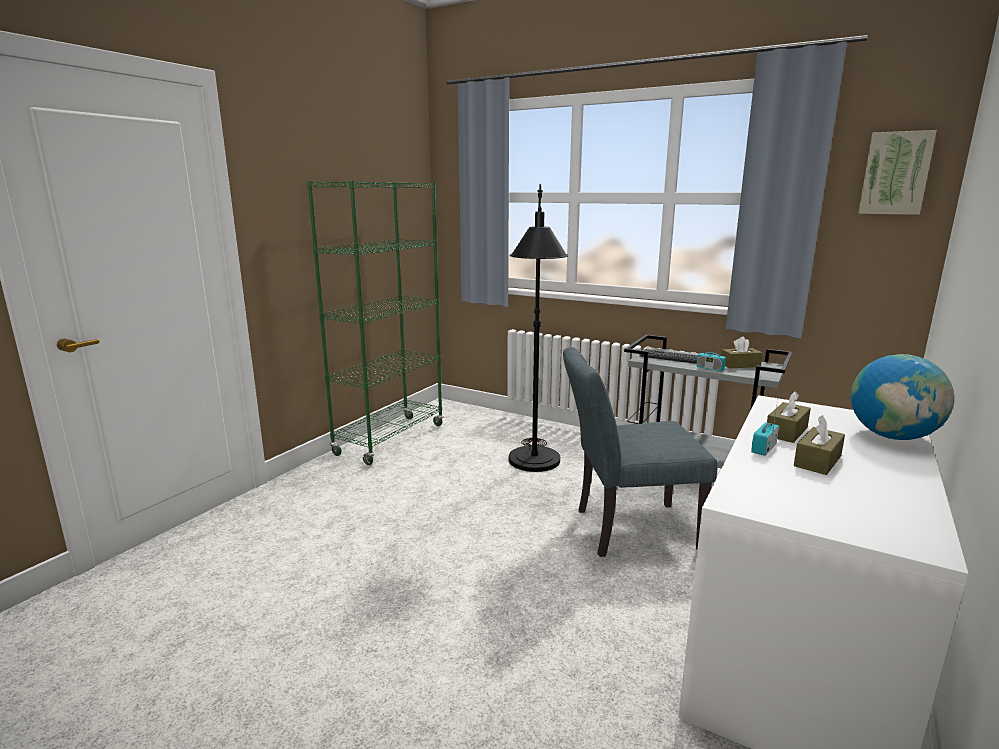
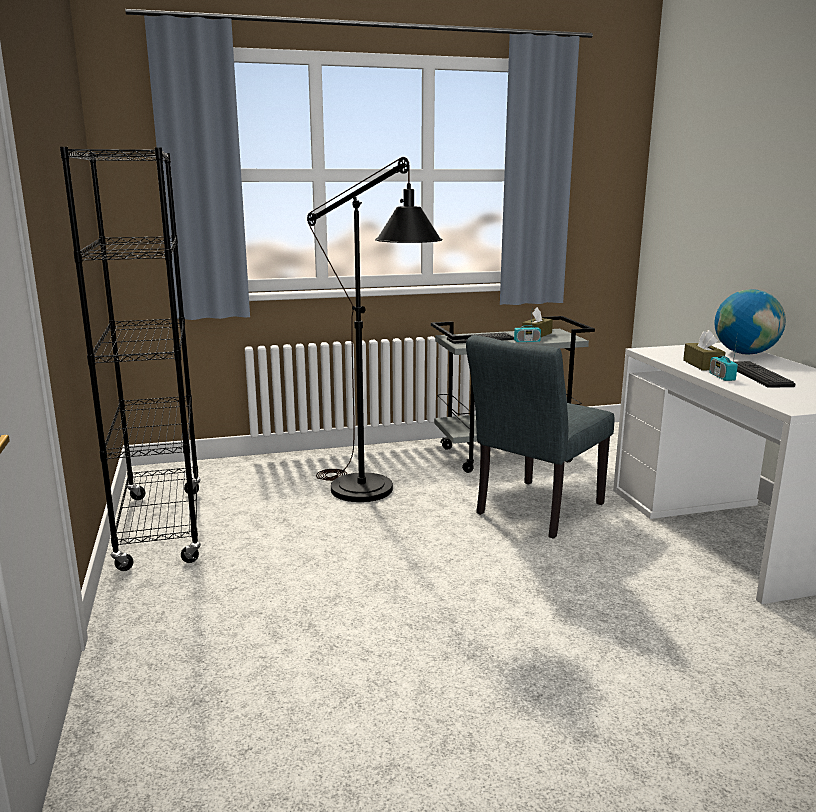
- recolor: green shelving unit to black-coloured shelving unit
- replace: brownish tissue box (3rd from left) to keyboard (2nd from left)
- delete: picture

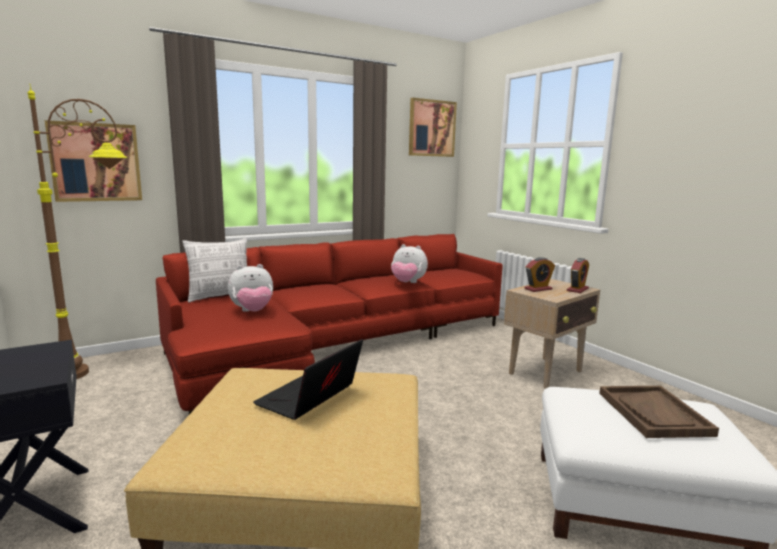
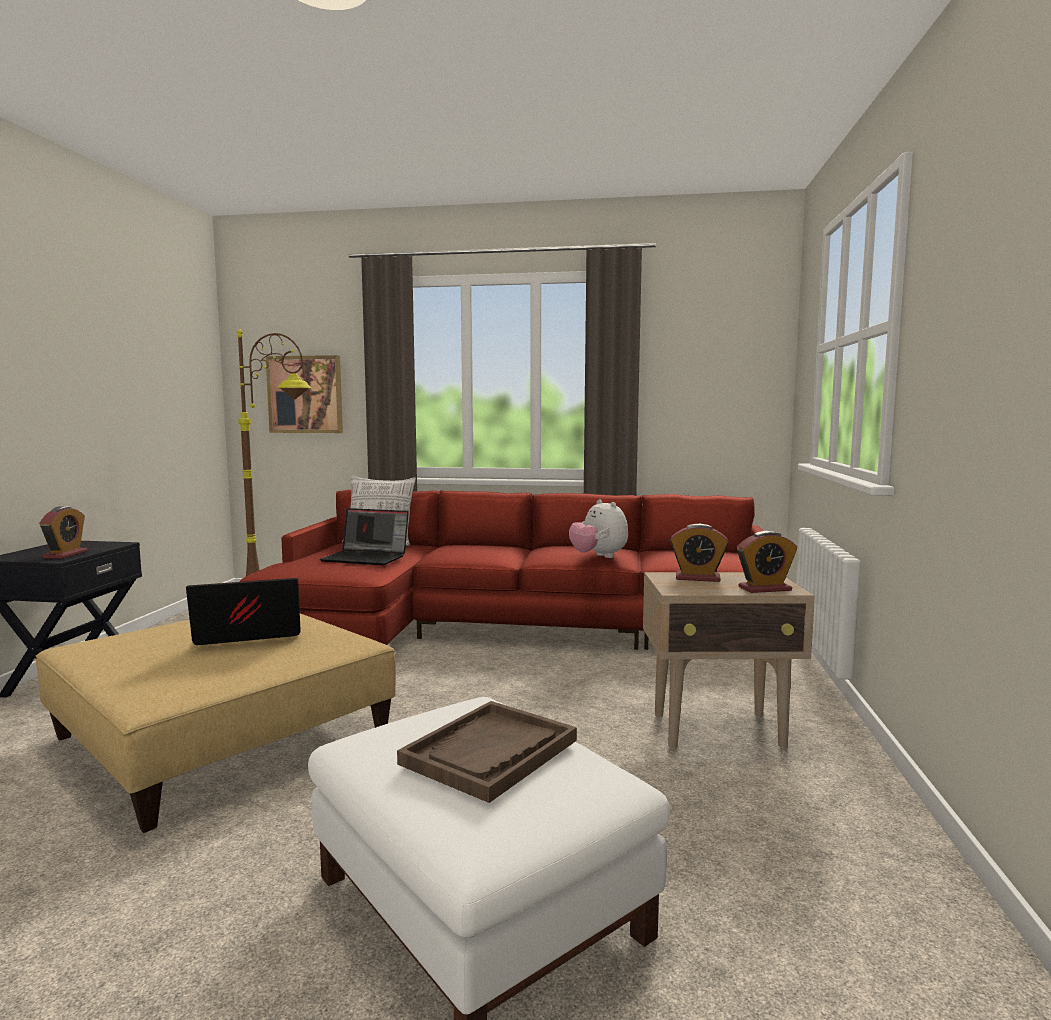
- insert: alarm clock (1st from left)
- replace: plush toy (1st from left) to notebook computer (2nd from left)
- delete: picture (2nd from left)

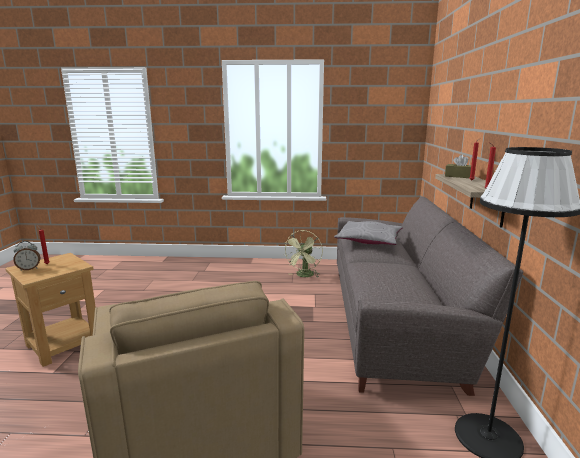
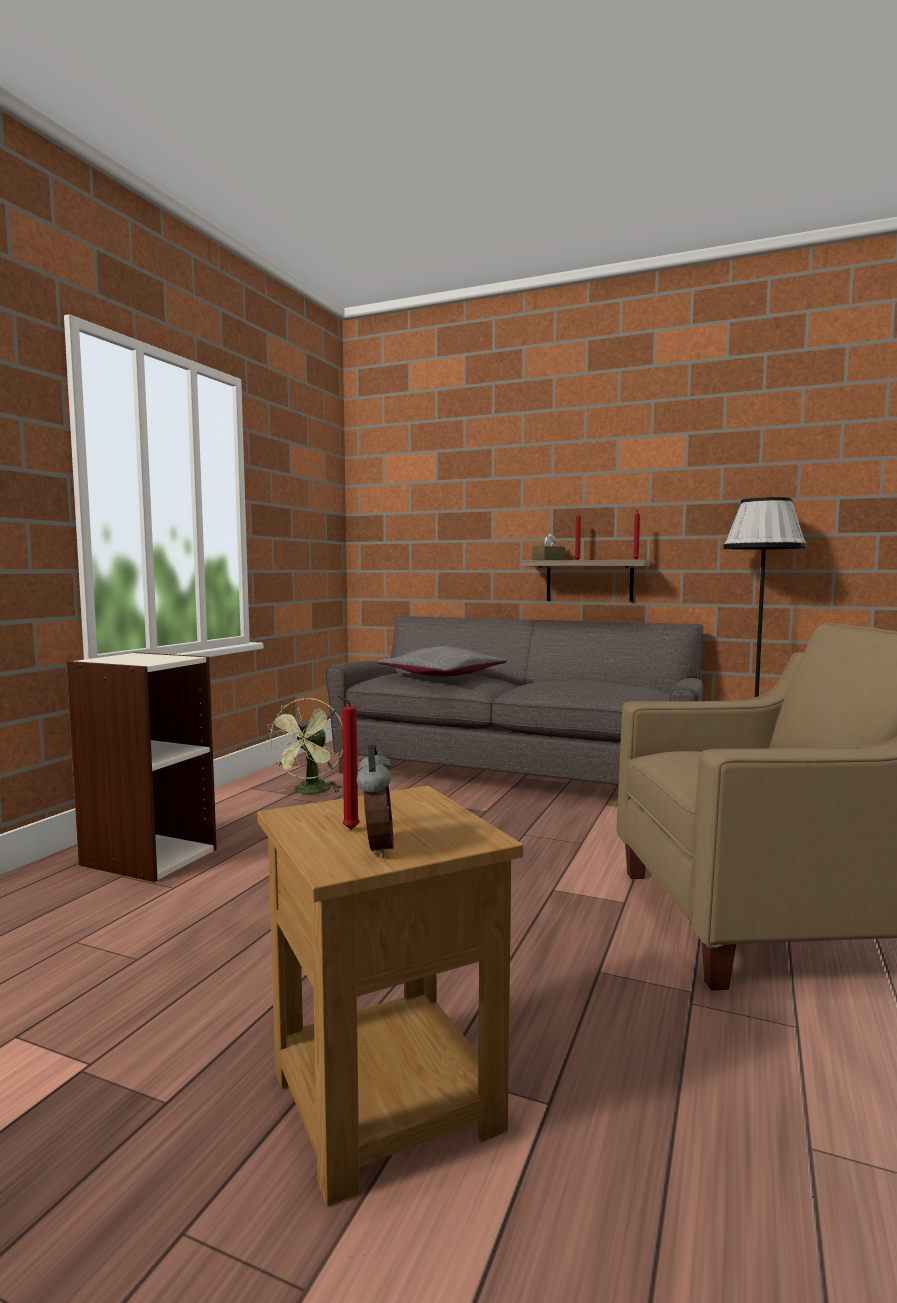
- insert: shelving unit
- rotate: green cooling fan 60 degrees clockwise

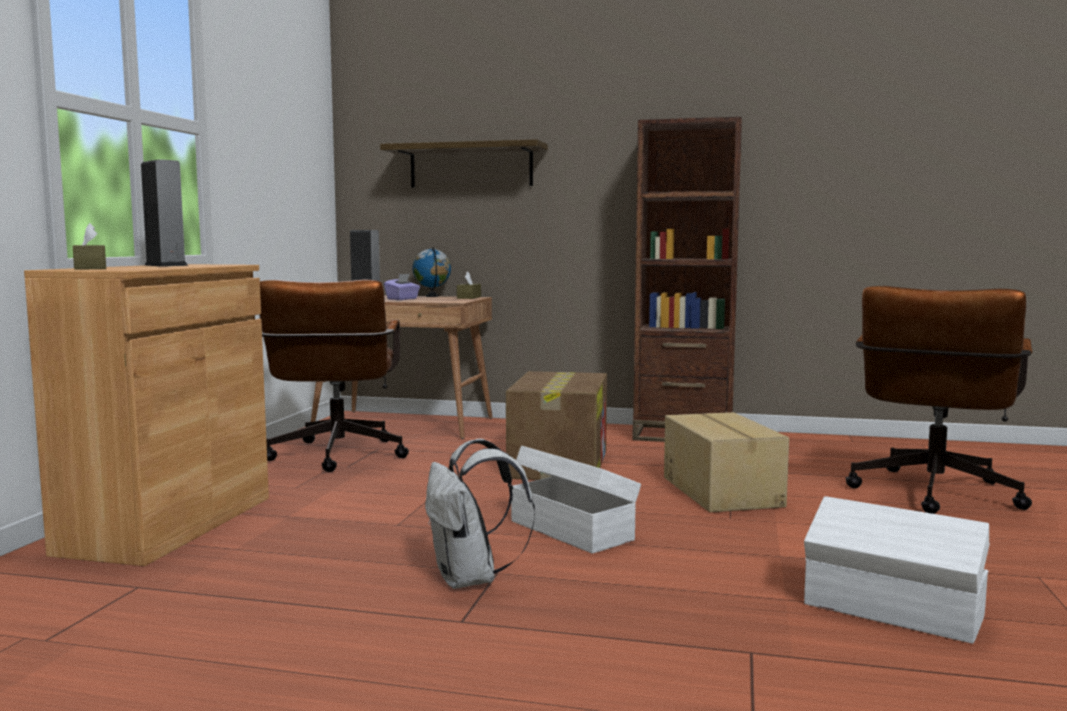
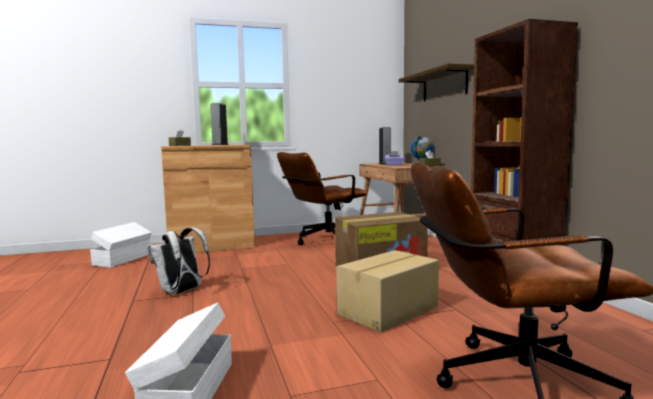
- move: white-coloured storage container (1st from left)

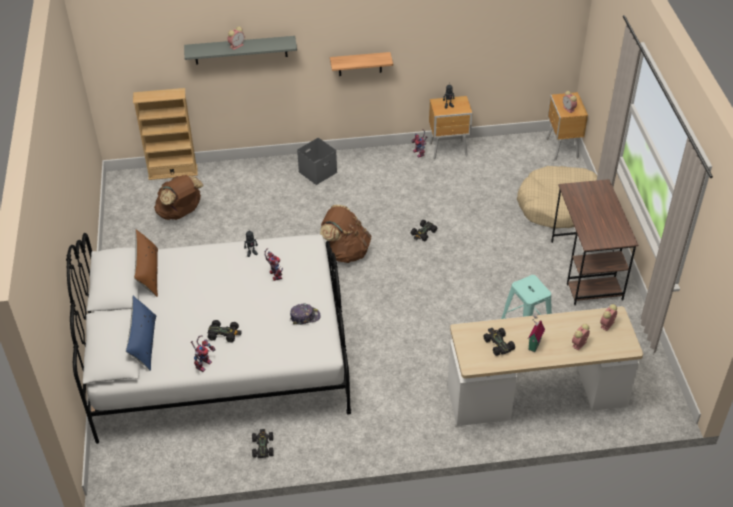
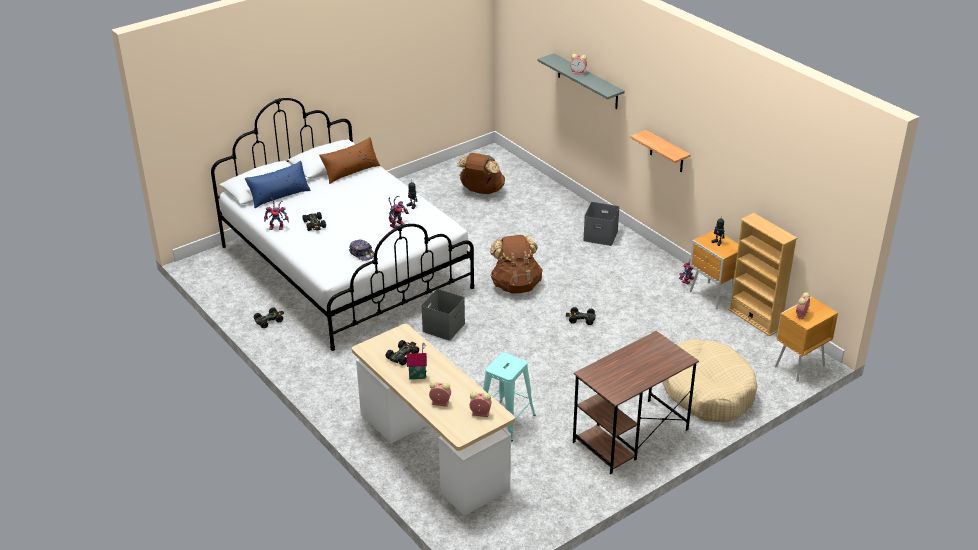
- insert: gray storage container (1st from left)
- move: sand-coloured shelving unit

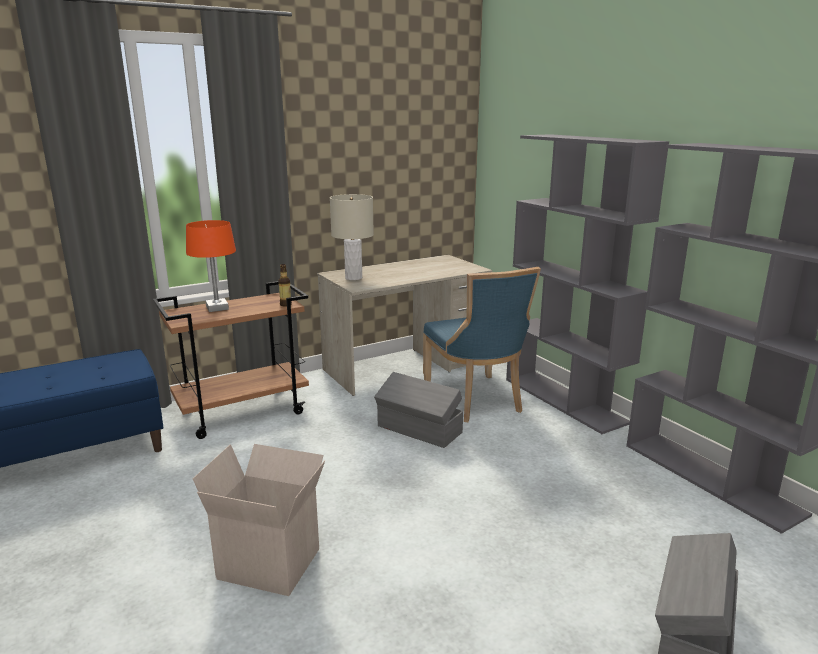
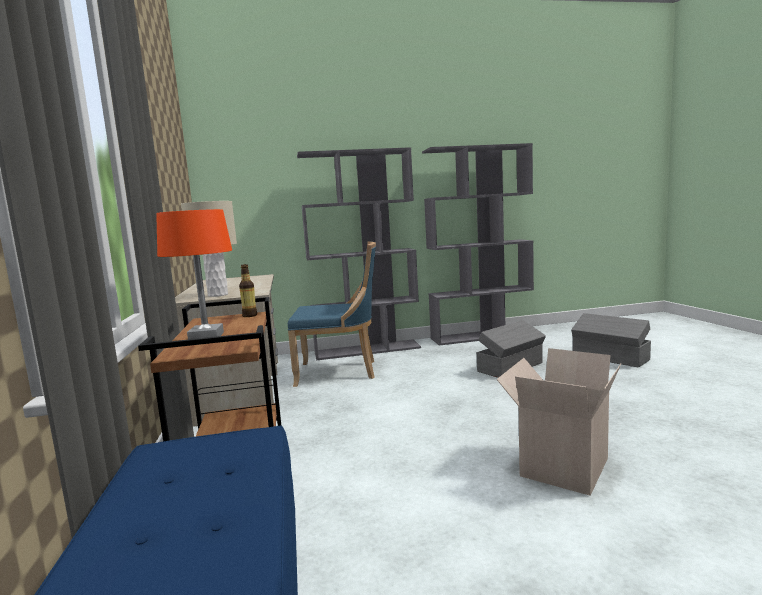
- move: gray storage container (1st from left)

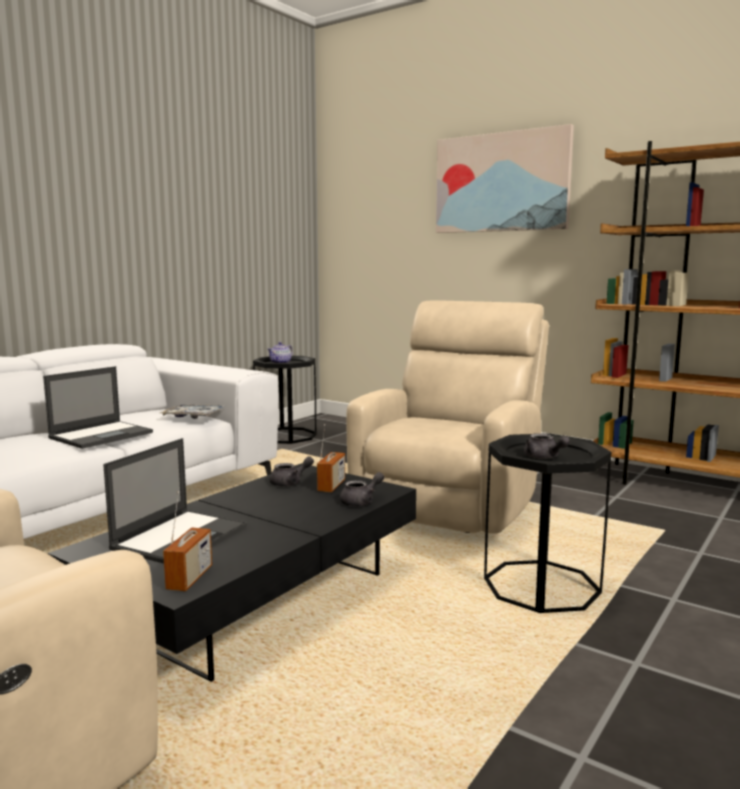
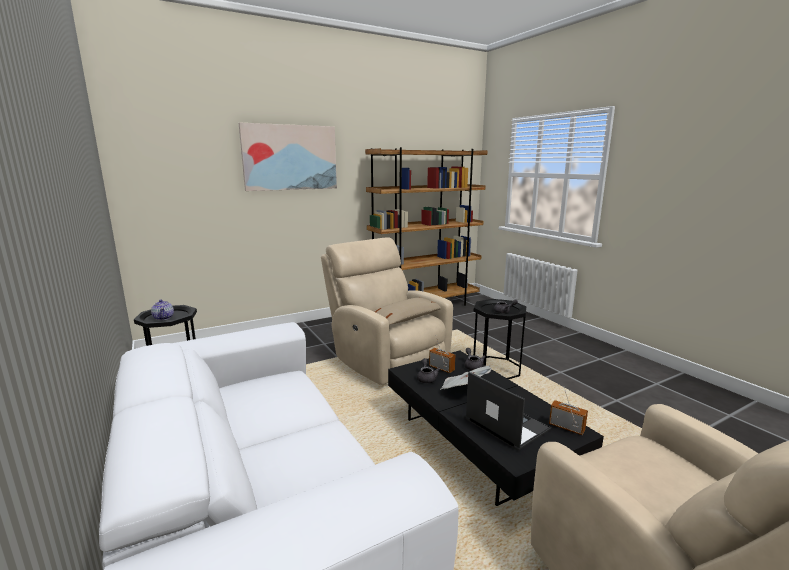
- insert: sand-coloured cushion
- insert: printed paper
- delete: notebook computer (1st from left)
- delete: tray

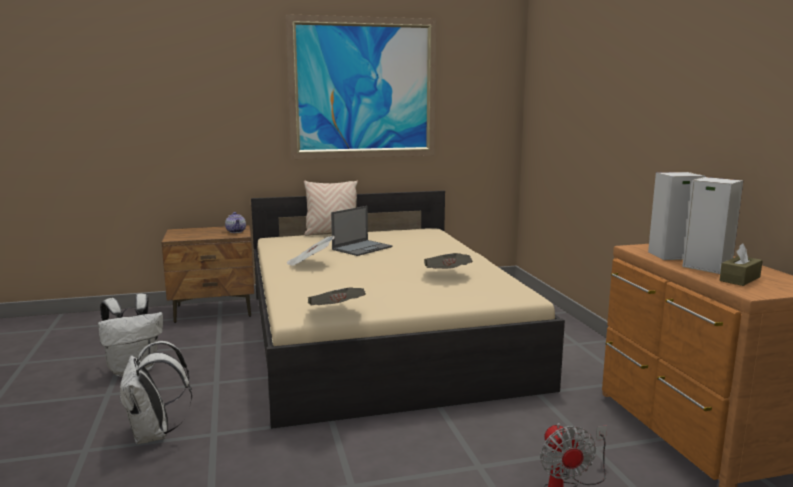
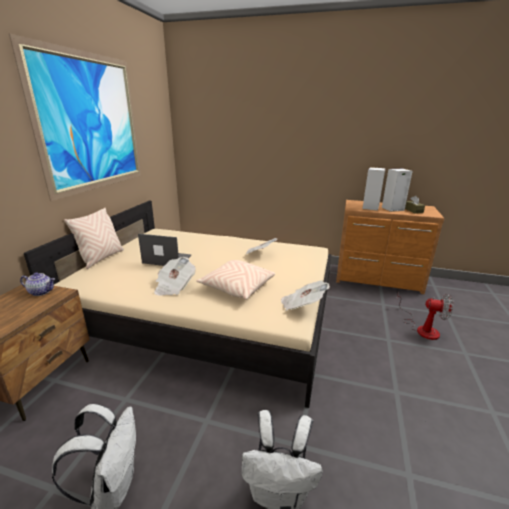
- rotate: notebook computer 60 degrees counterclockwise
- insert: sand-coloured cushion (2nd from left)

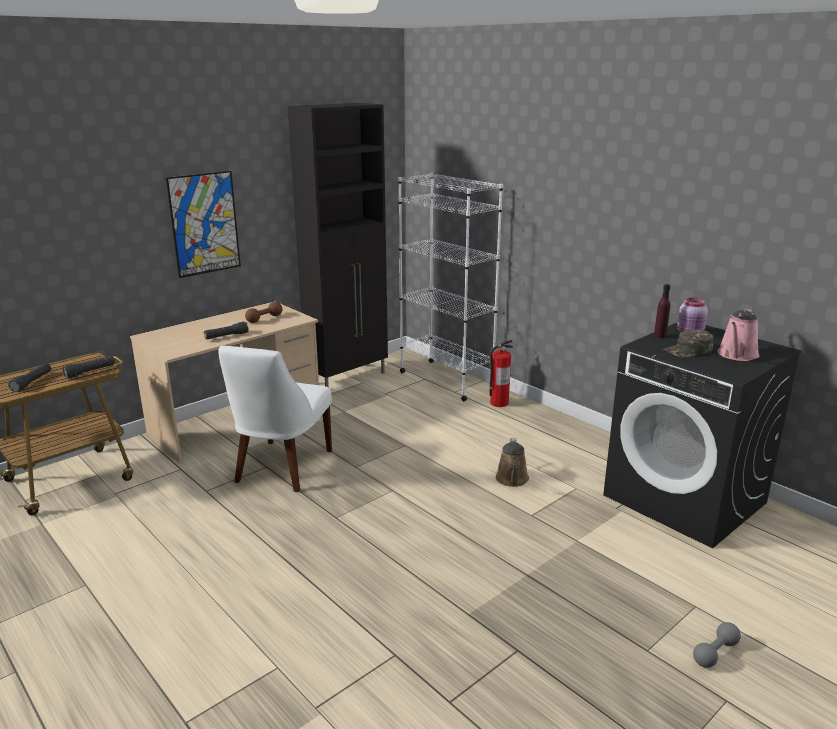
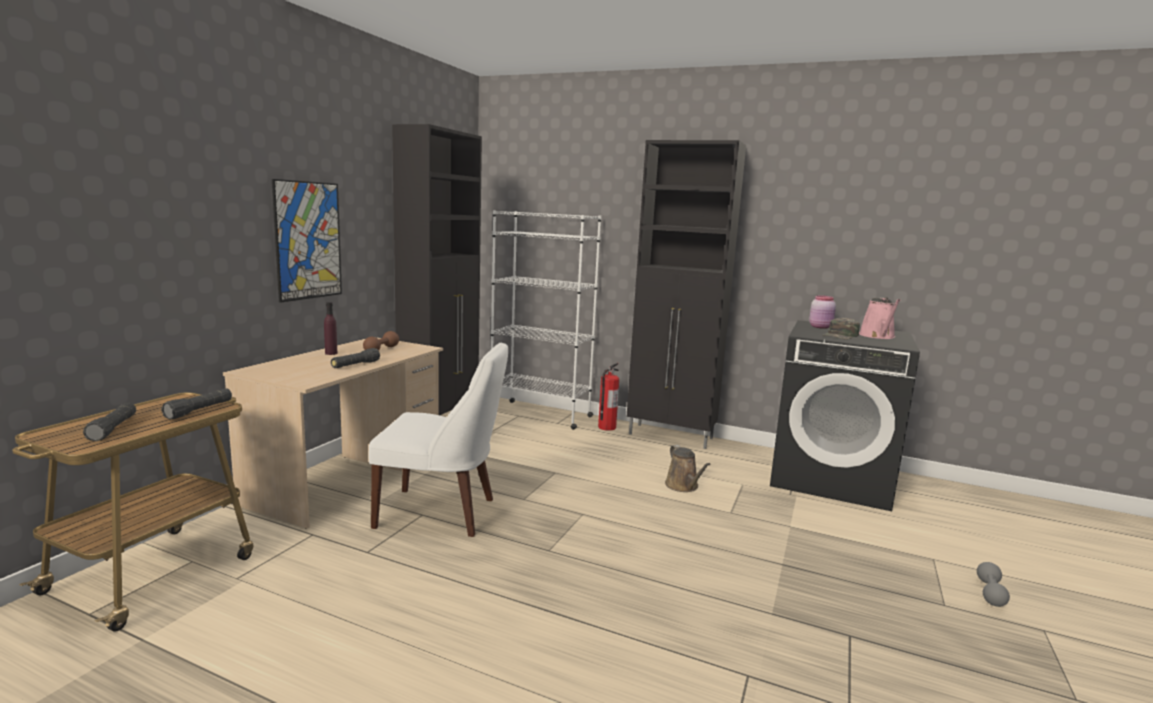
- move: purple-coloured drink bottle
- rotate: white-coloured chair 75 degrees counterclockwise
- insert: black-coloured storage cabinet (2nd from left)

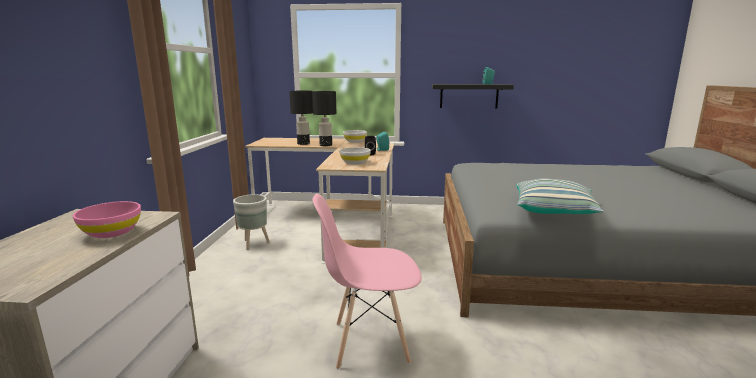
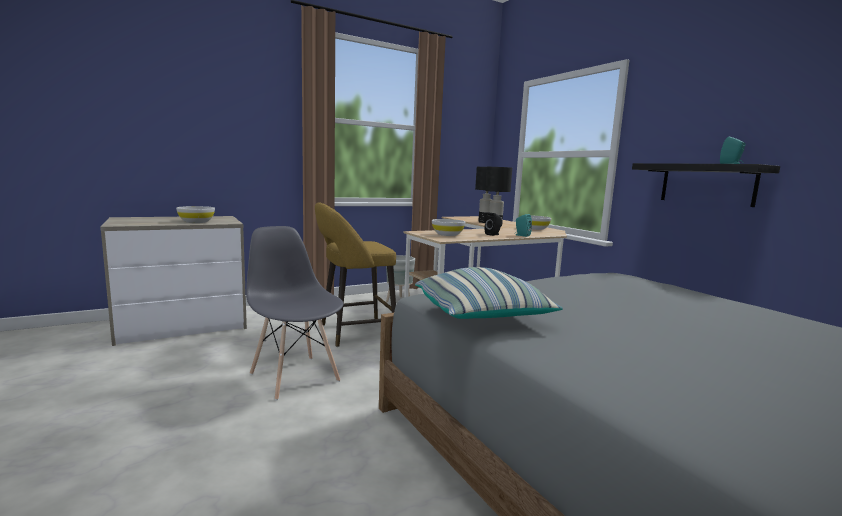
- recolor: pink-coloured serving bowl to white-coloured serving bowl (1st from left)
- recolor: pink-coloured chair to gray chair
- insert: yellow stool seat

